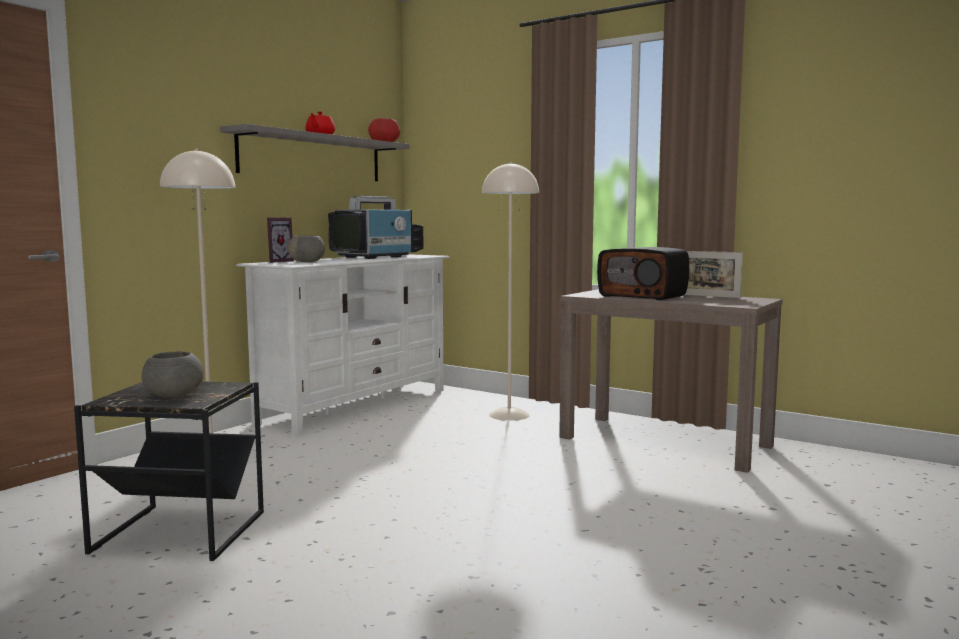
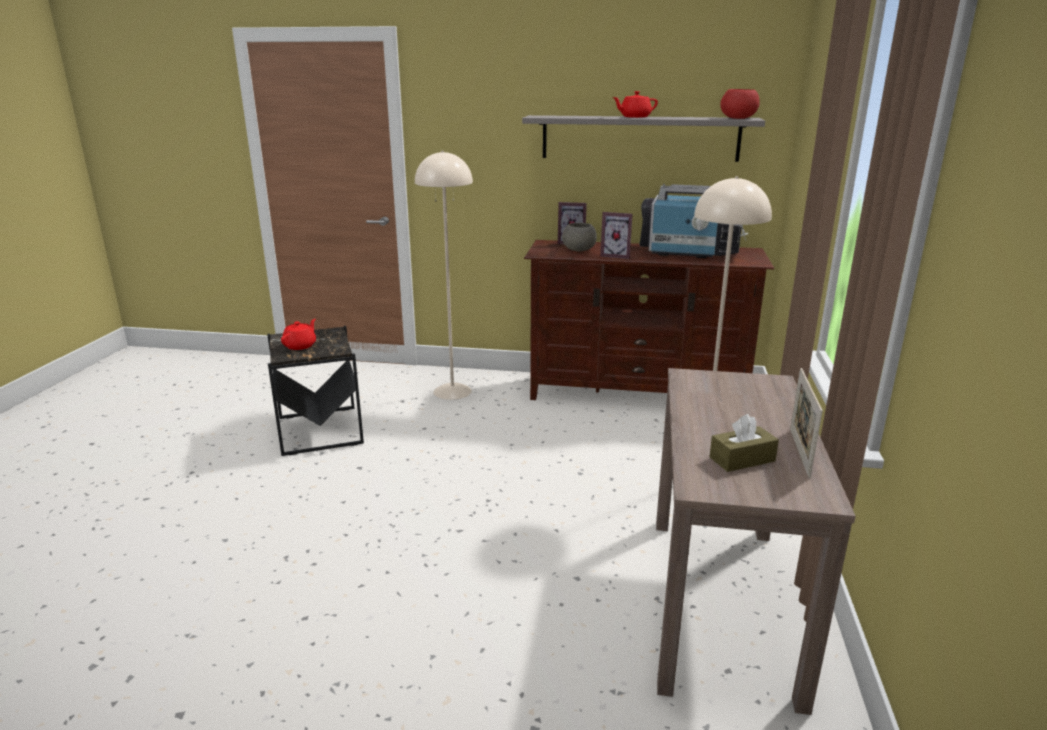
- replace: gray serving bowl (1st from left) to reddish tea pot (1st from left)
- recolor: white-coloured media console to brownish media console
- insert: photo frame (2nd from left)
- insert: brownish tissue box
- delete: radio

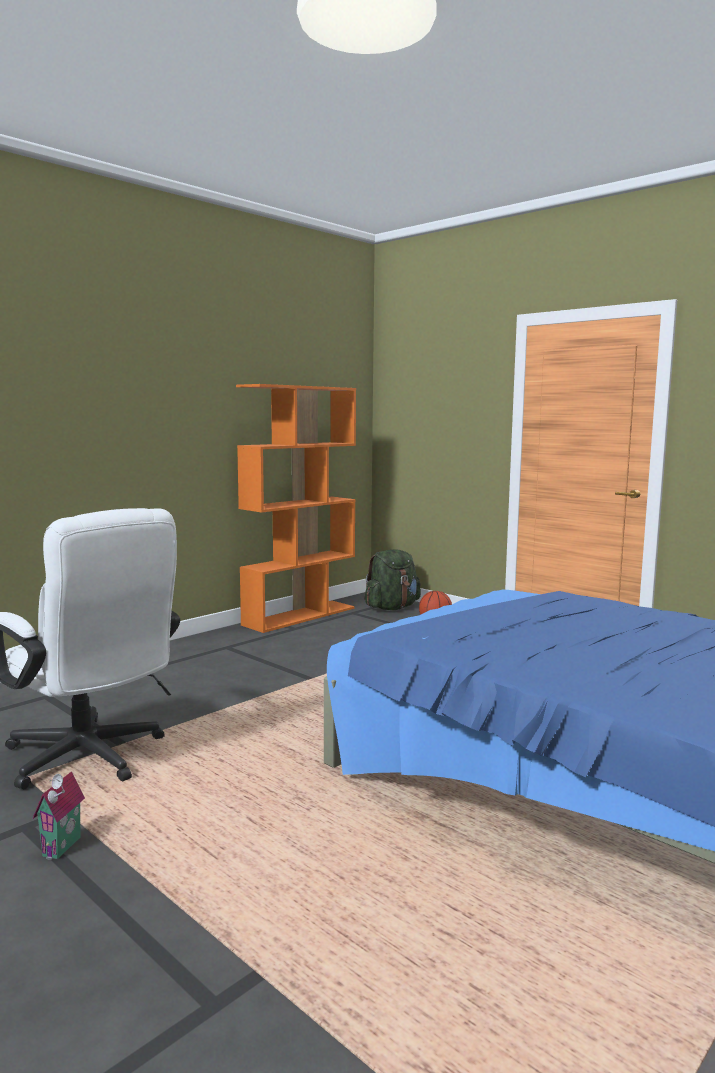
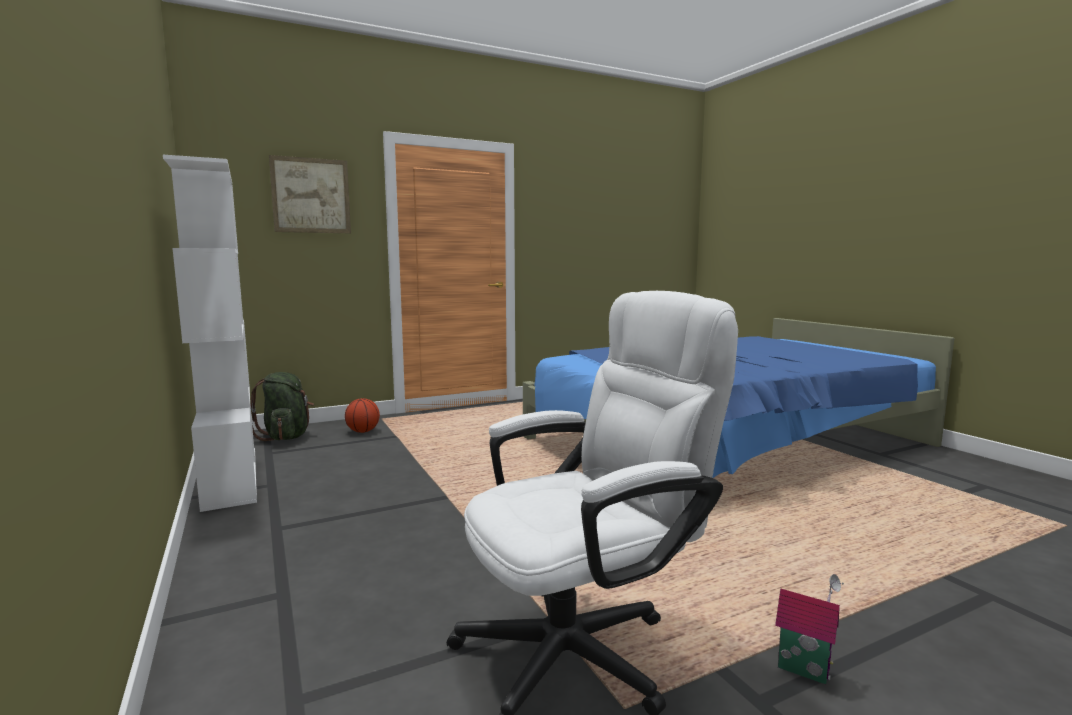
- recolor: orange-coloured shelving unit to white-coloured shelving unit
- insert: picture

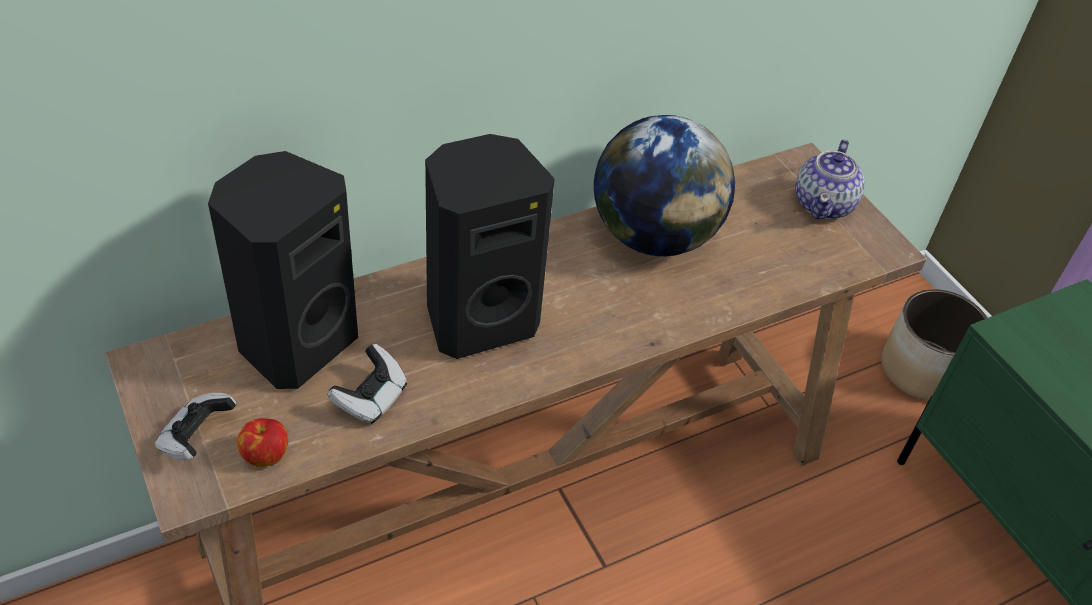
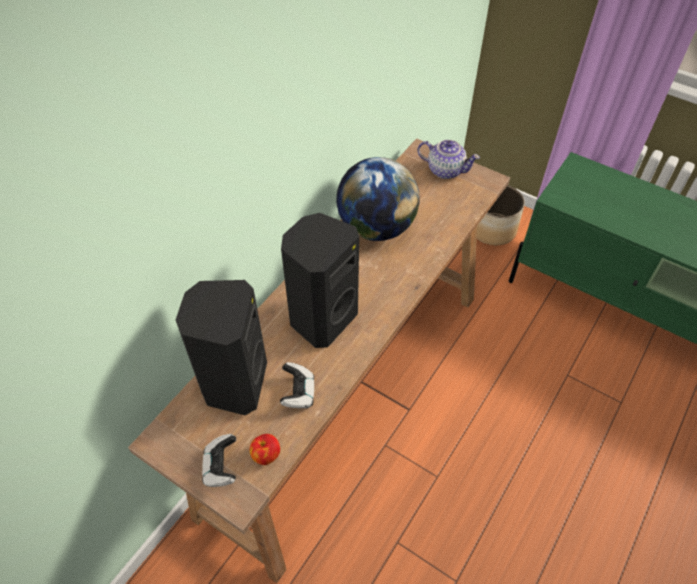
- rotate: tea pot 60 degrees counterclockwise

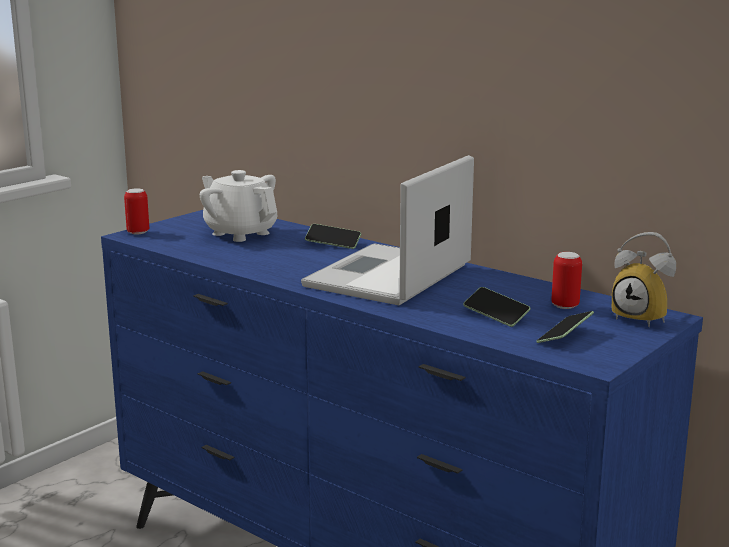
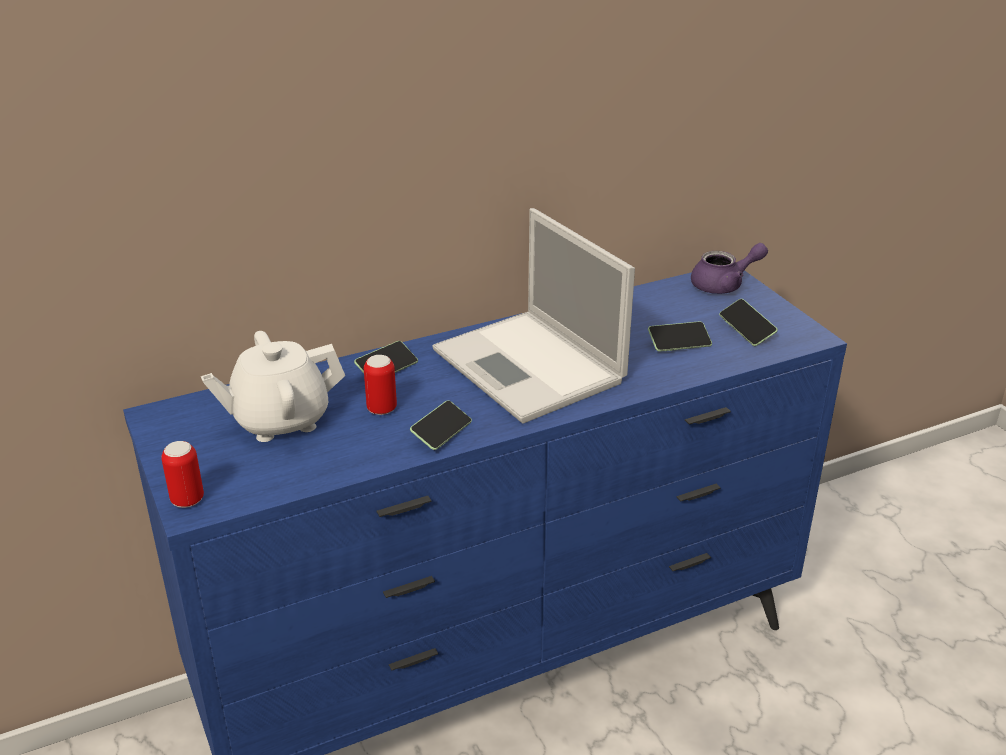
- move: metal can (2nd from left)
- insert: handset (2nd from left)
- replace: alarm clock to purple-coloured tea pot

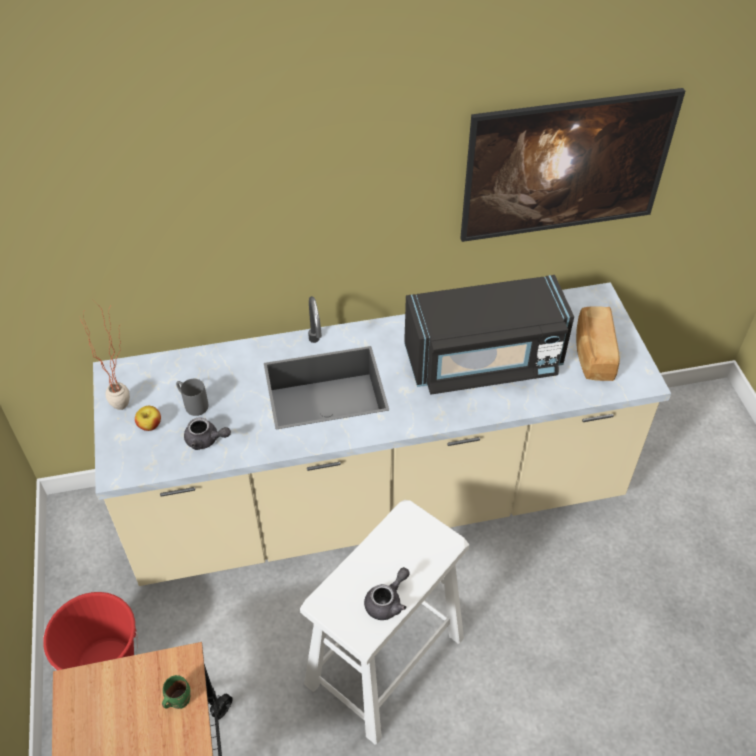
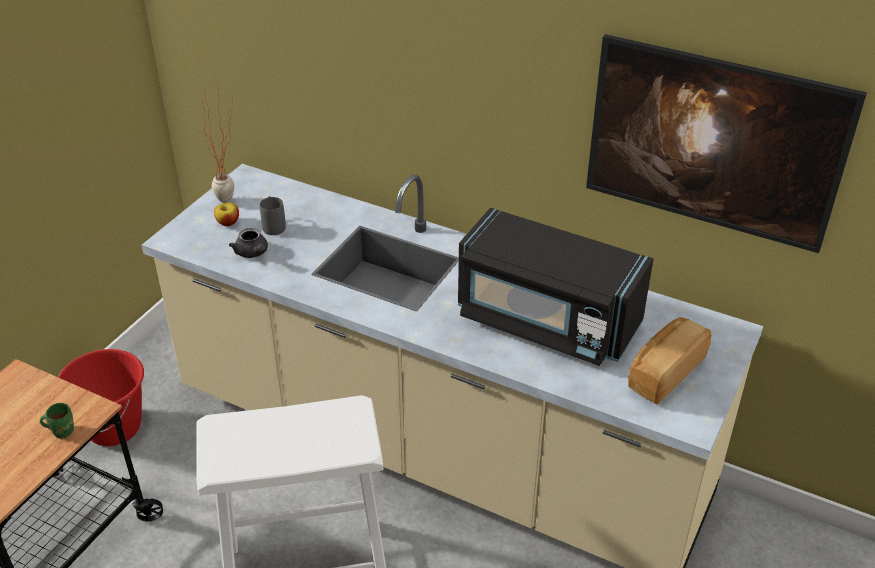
- delete: gray tea pot (2nd from left)

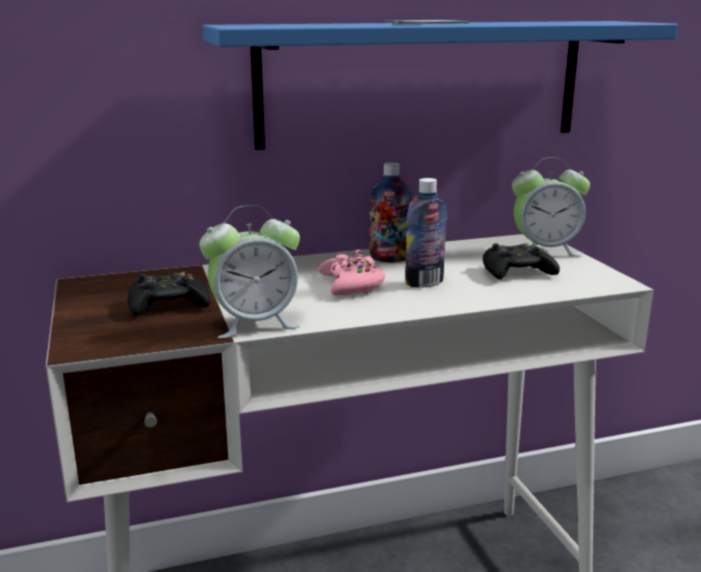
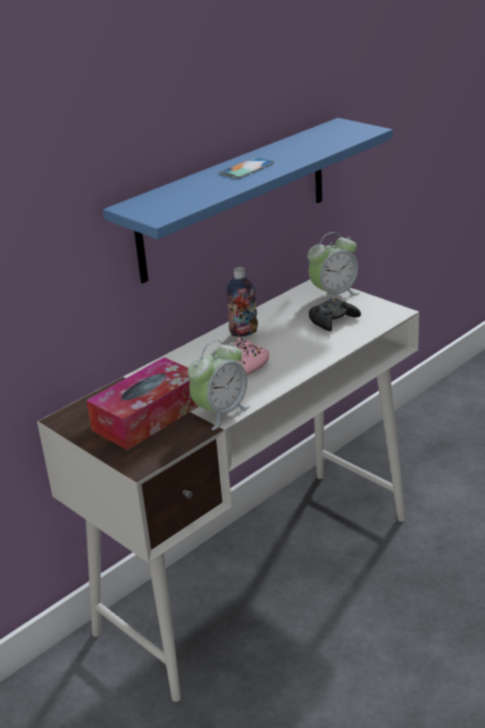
- replace: black-coloured joypad (1st from left) to tissue box
- delete: drink bottle (2nd from left)

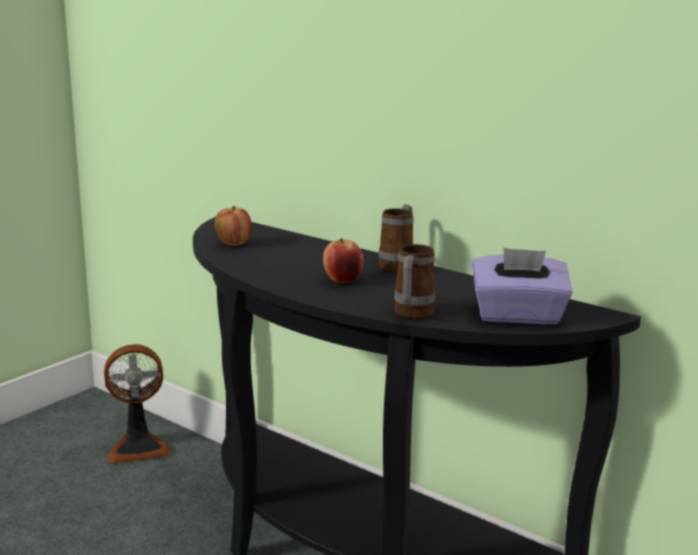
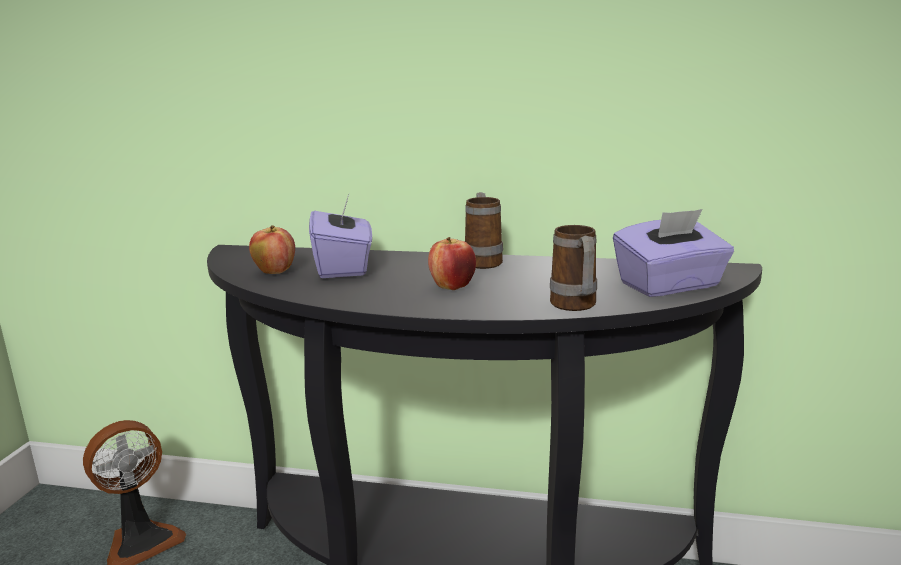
- insert: purple-coloured tissue box (1st from left)

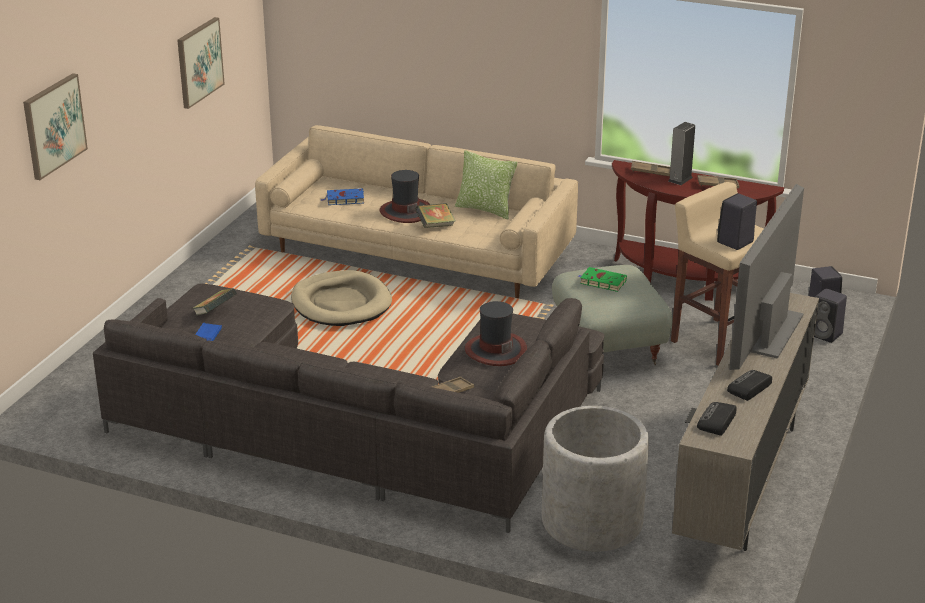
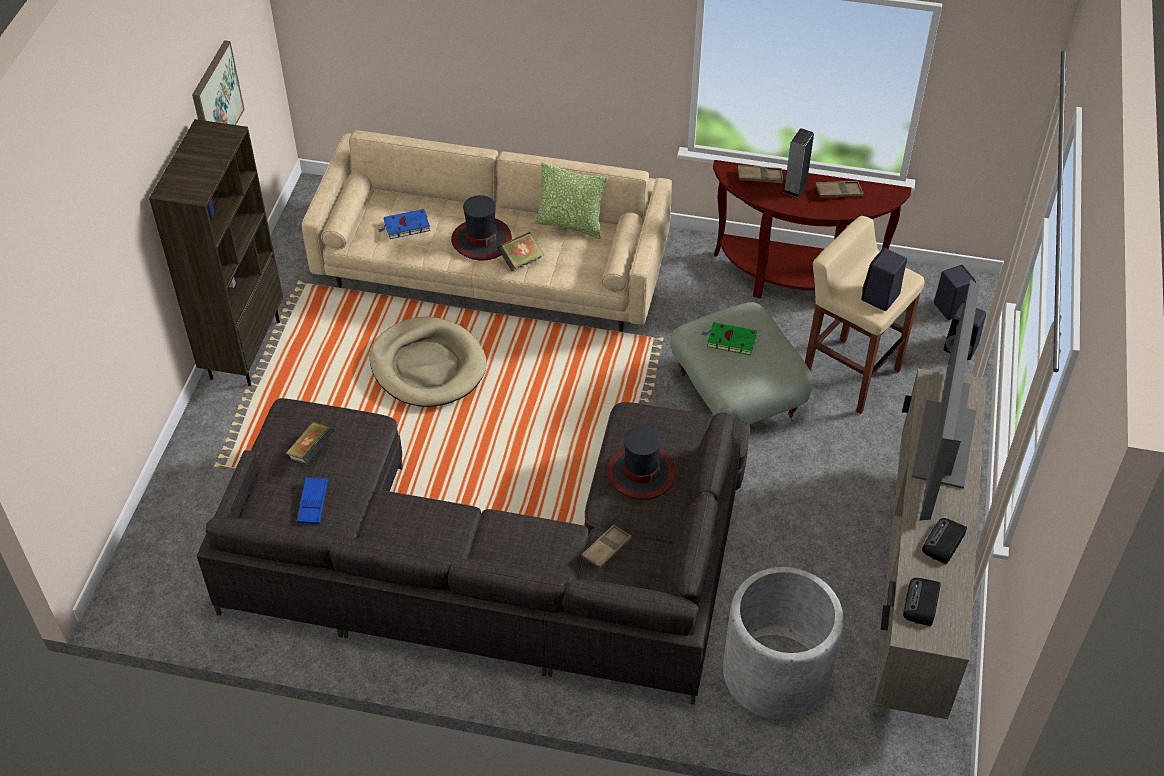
- insert: brownish shelving unit
- delete: picture (1st from left)

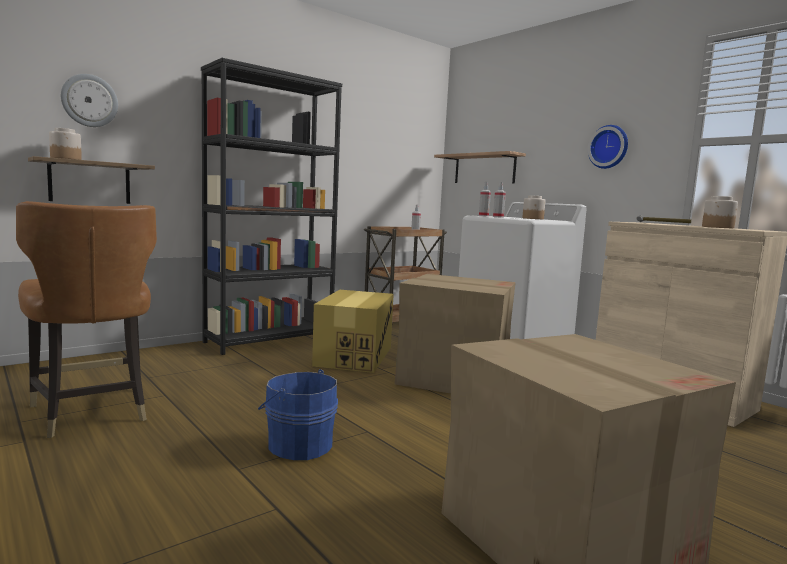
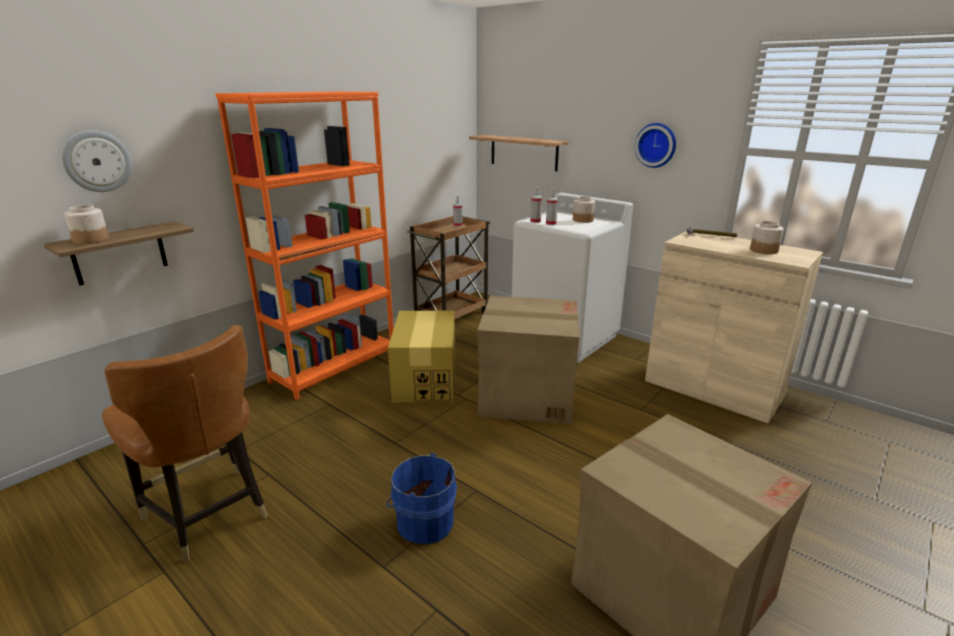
- recolor: black-coloured shelving unit to orange-coloured shelving unit

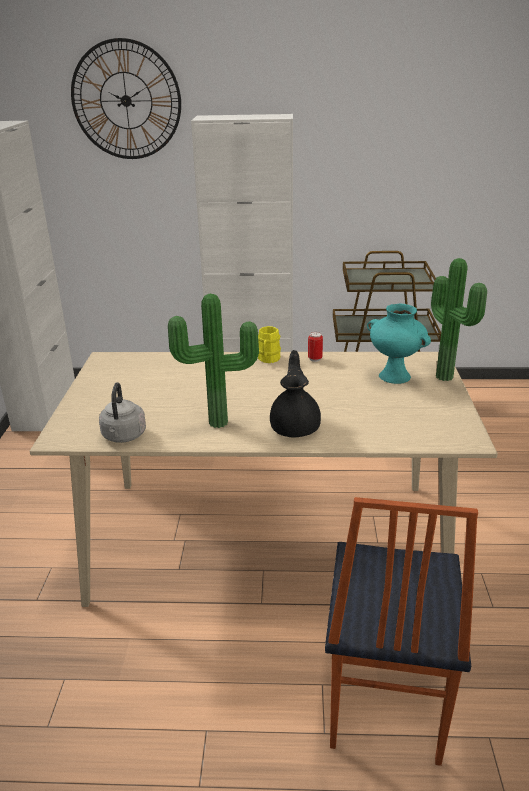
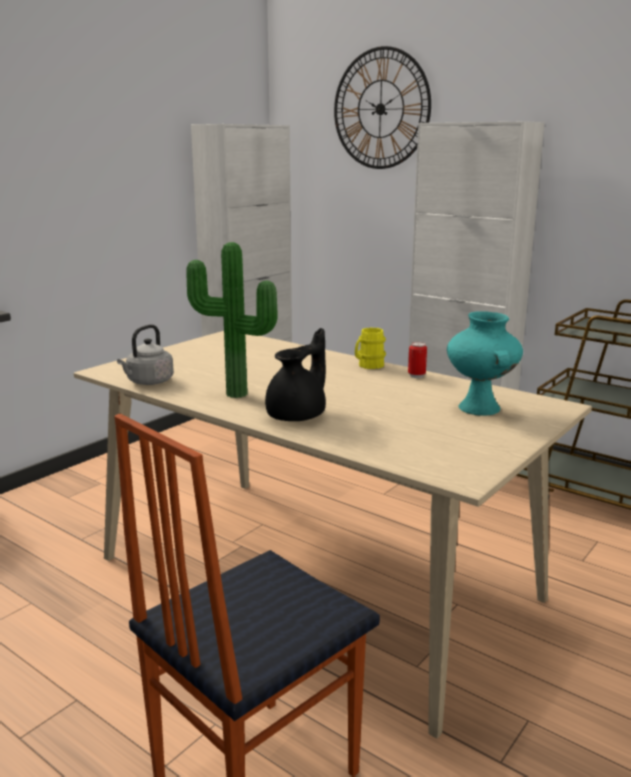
- delete: potted plant (2nd from left)

